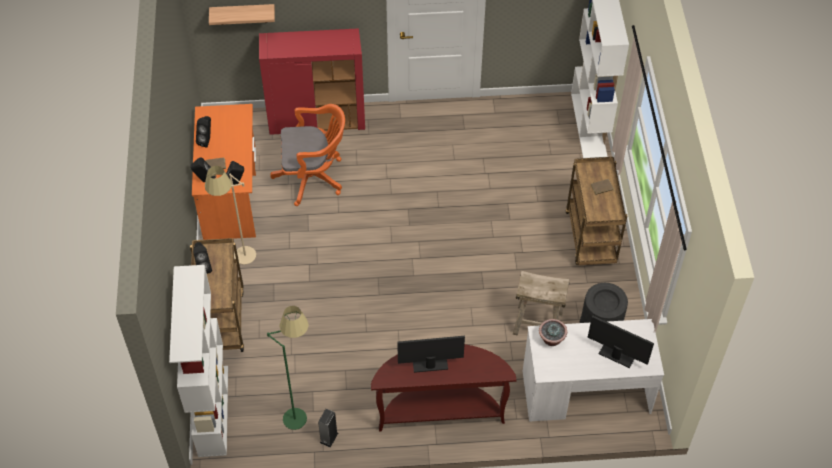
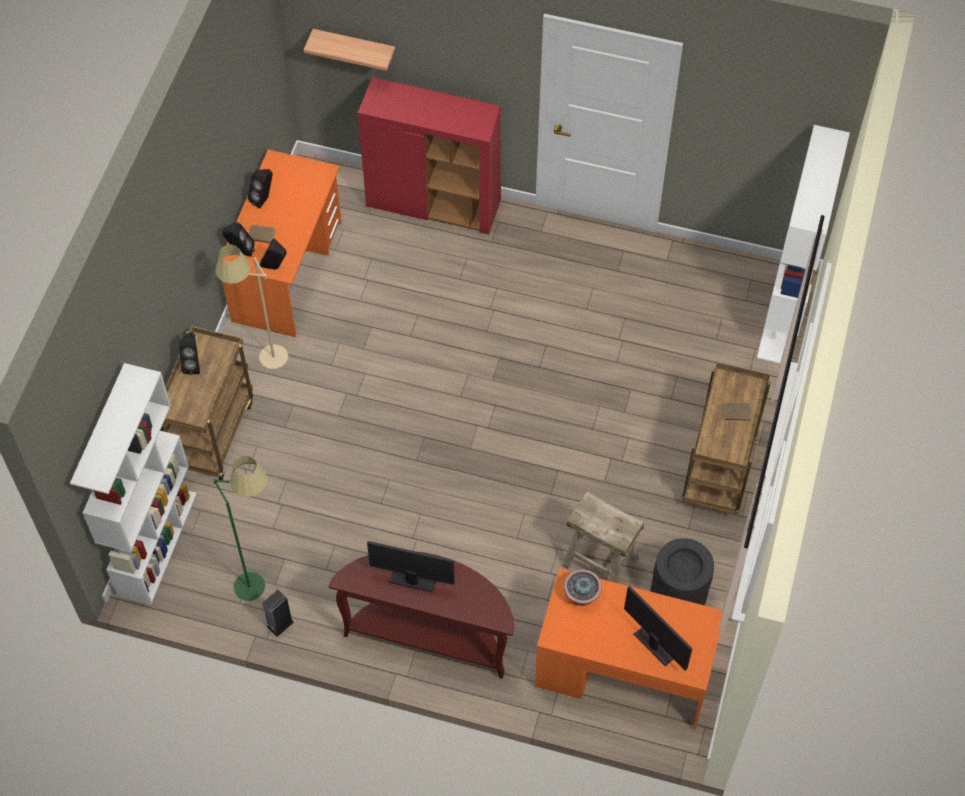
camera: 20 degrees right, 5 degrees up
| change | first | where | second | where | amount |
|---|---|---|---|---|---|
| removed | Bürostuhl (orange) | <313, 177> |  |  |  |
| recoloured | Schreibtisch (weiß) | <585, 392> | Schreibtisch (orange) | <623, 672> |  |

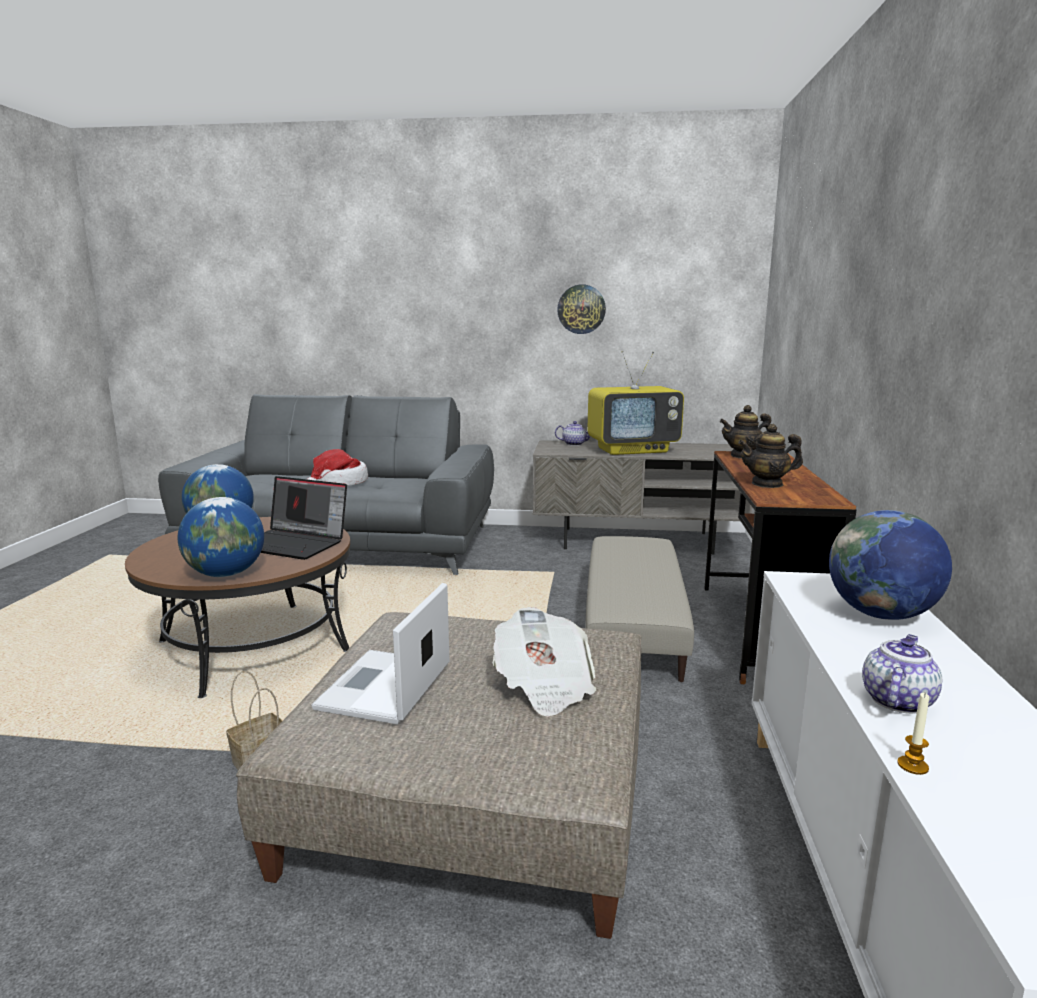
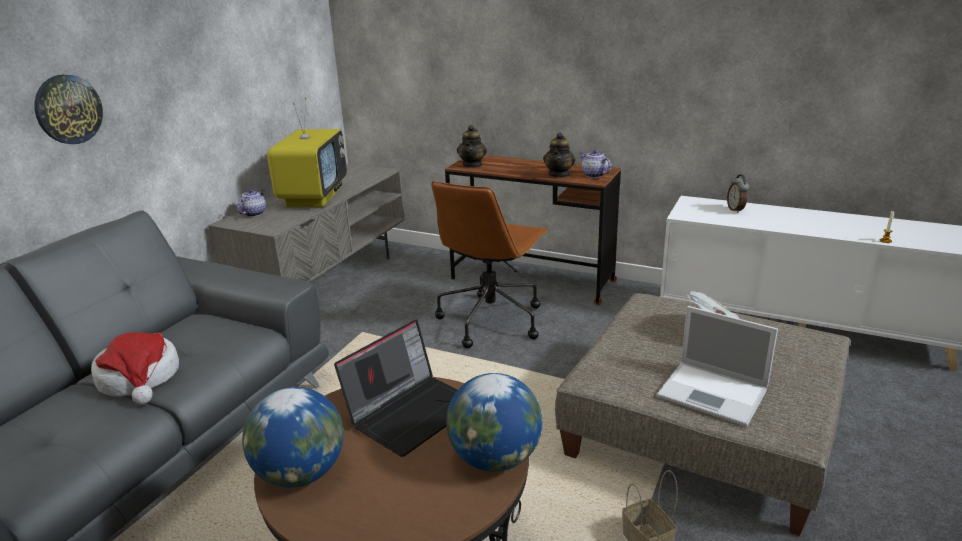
camera: 70 degrees left, 10 degrees up
| change | first | where | second | where | amount |
|---|---|---|---|---|---|
| moved | Wanduhr | <581, 309> |  | <68, 109> |  |
| replaced | Polsterhocker (beige) | <632, 623> | Bürostuhl (braun) | <491, 320> |  |
| replaced | Globus | <881, 614> | Wecker | <736, 210> |  |
| moved | Teekanne | <896, 700> |  | <593, 175> |  |

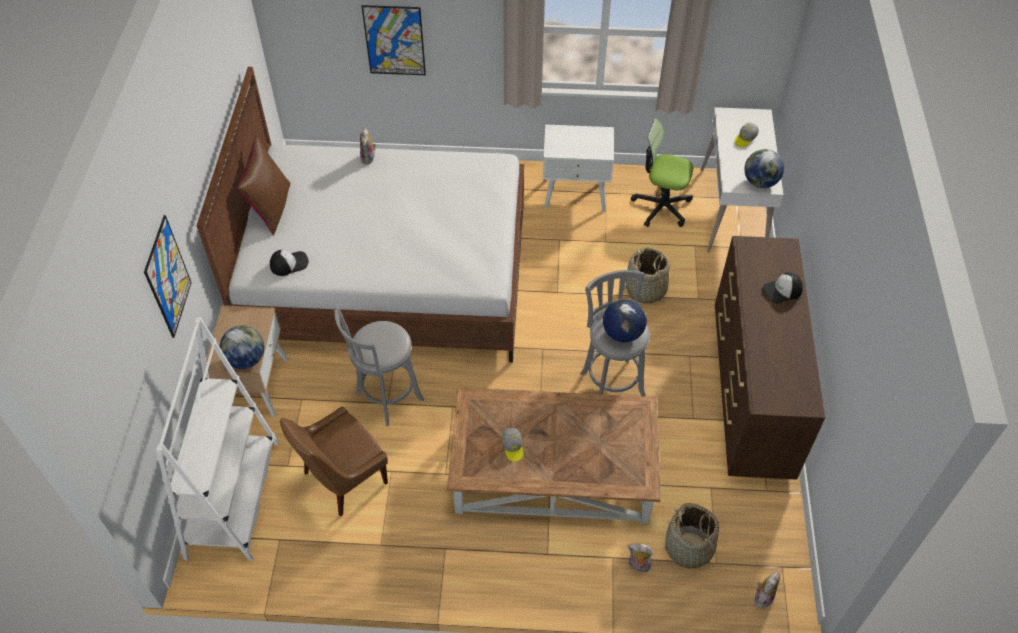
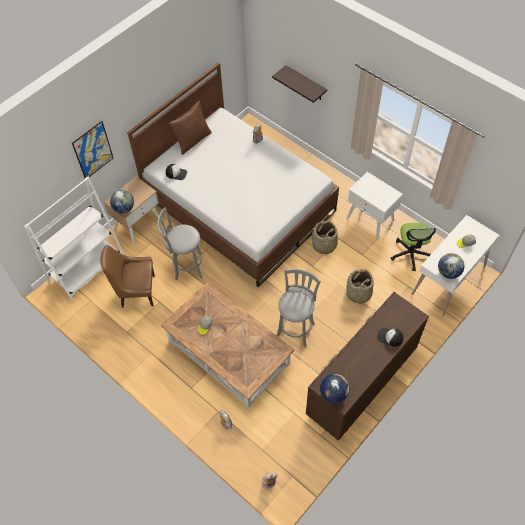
camera: 40 degrees right, 5 degrees up
| change | first | where | second | where | amount |
|---|---|---|---|---|---|
| replaced | Bild | <394, 40> | Wandregal | <306, 83> |  |
| moved | Globus | <622, 333> |  | <333, 393> |  |
| turned | Bürostuhl | <661, 206> |  | <410, 254> | 150 degrees counterclockwise |
| moved | Korb | <689, 548> |  | <324, 245> |  |

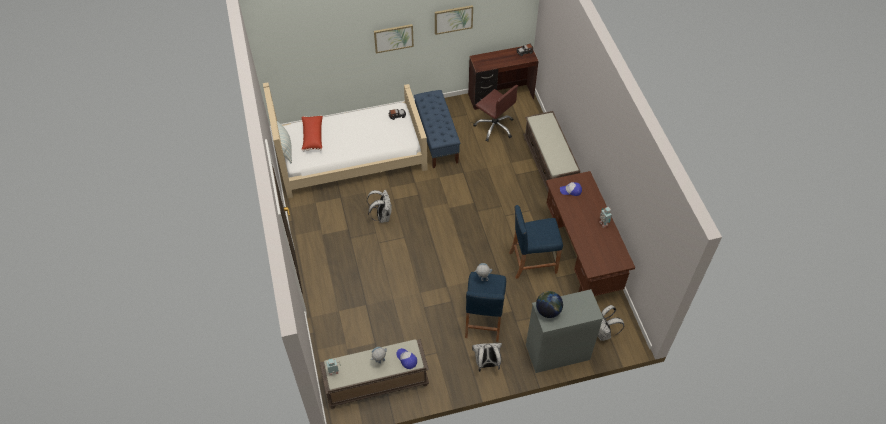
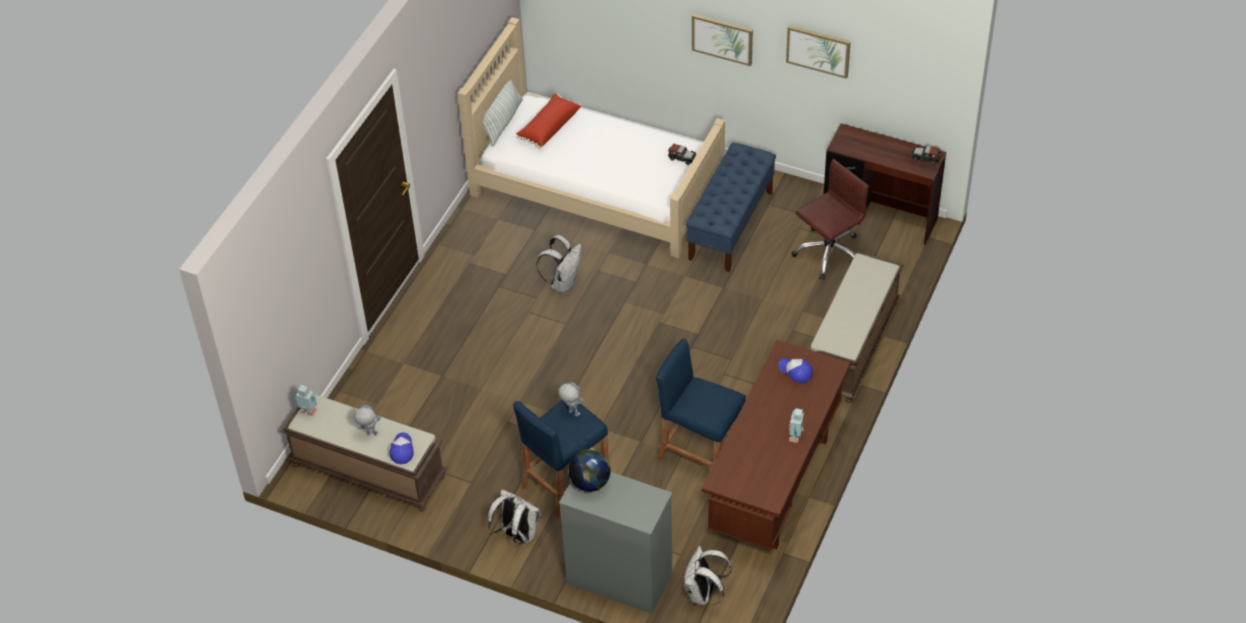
camera: 40 degrees right, 5 degrees down
| change | first | where | second | where | amount |
|---|---|---|---|---|---|
| turned | Bürostuhl (braun) | <494, 127> |  | <828, 253> | 120 degrees counterclockwise |

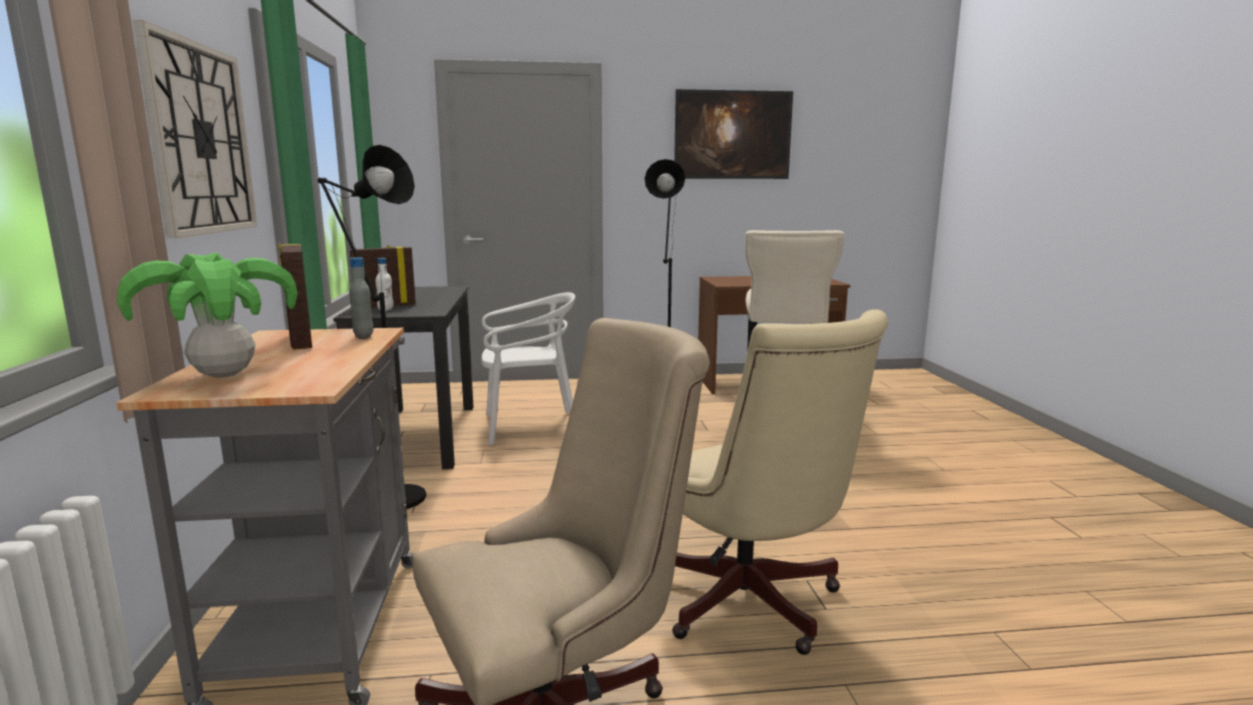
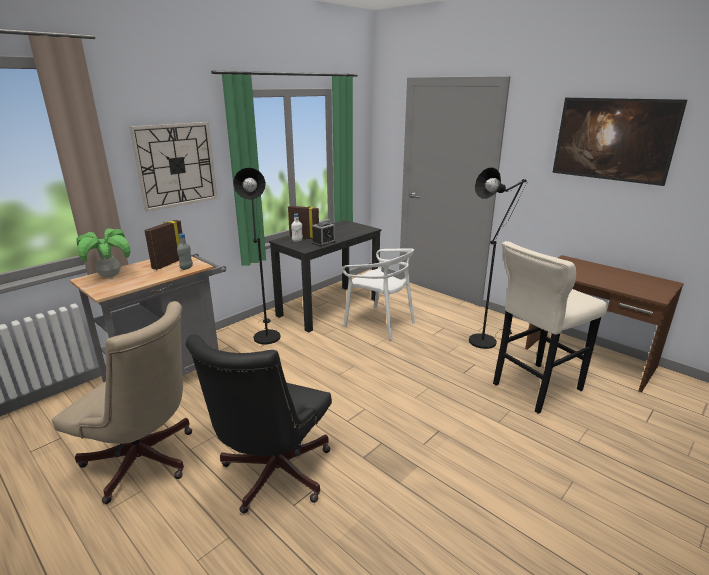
camera: 50 degrees right, 10 degrees up
| change | first | where | second | where | amount |
|---|---|---|---|---|---|
| recoloured | Bürostuhl (beige) | <750, 606> | Bürostuhl (schwarz) | <272, 476> |  |
| added |  |  | Wecker | <323, 242> |  |

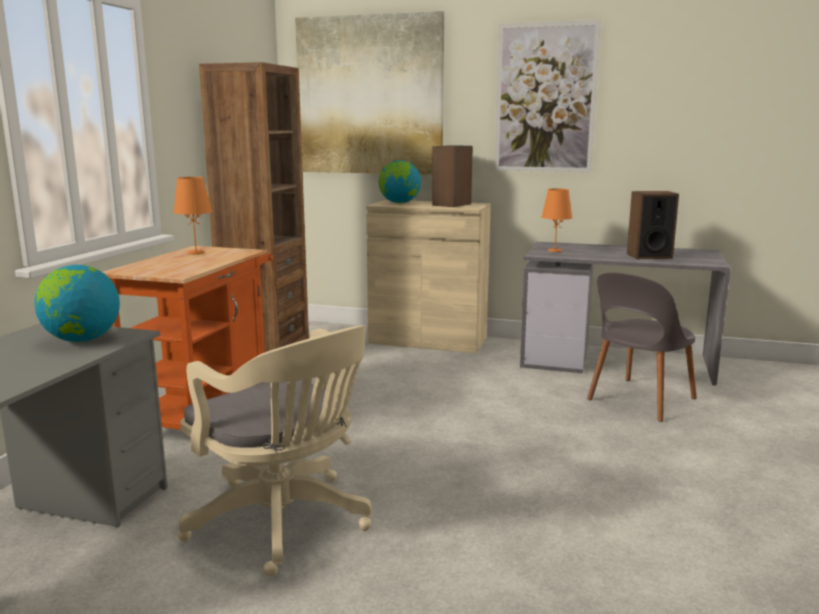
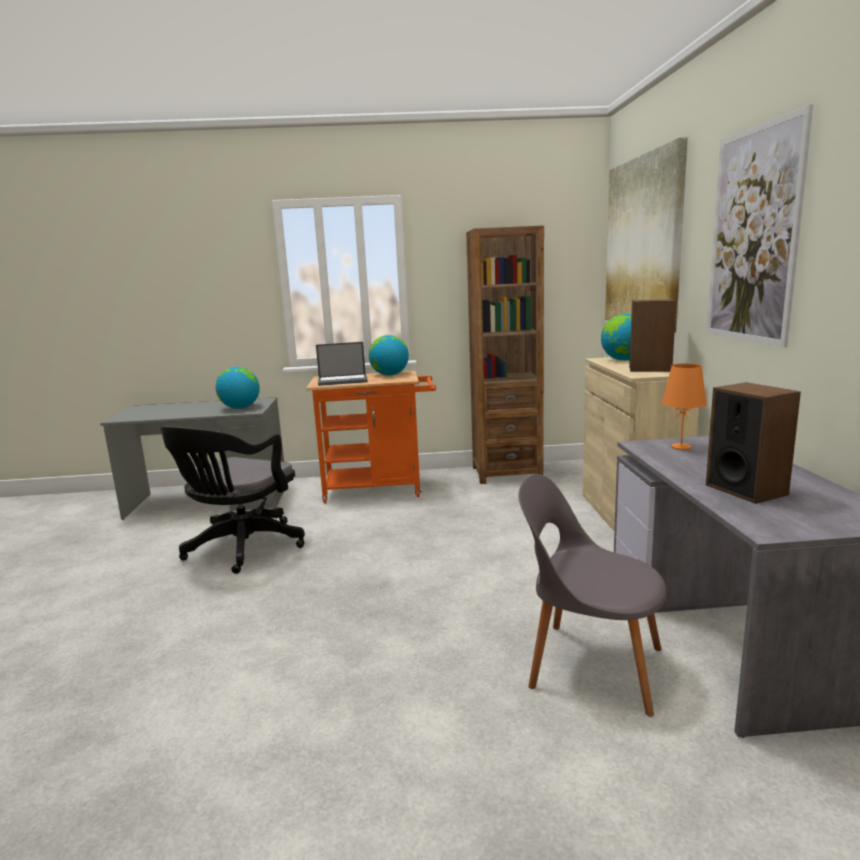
camera: 70 degrees right, 0 degrees up
| change | first | where | second | where | amount |
|---|---|---|---|---|---|
| replaced | Tischlampe (orange) | <196, 252> | Globus | <389, 375> |  |
| recoloured | Bürostuhl (beige) | <285, 523> | Bürostuhl (schwarz) | <241, 548> |  |
| added |  |  | Laptop | <343, 380> |  |

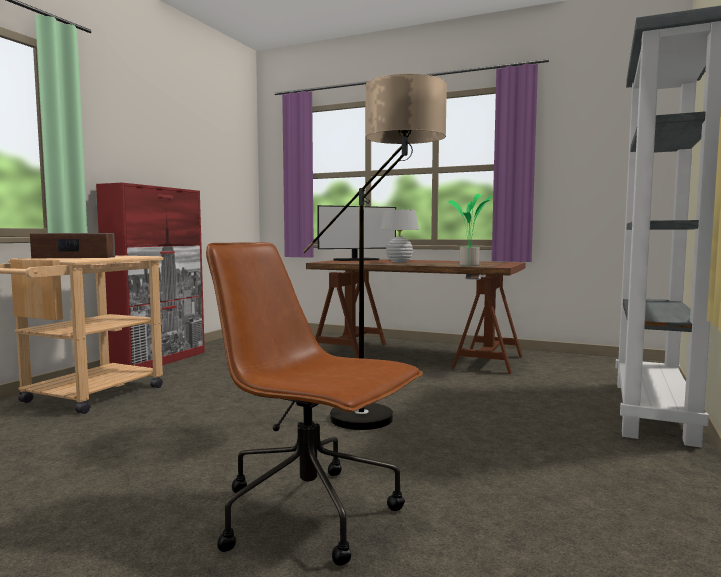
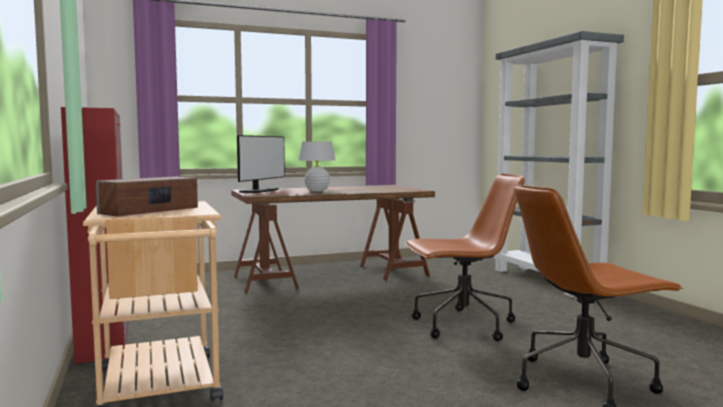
camera: 45 degrees left, 0 degrees up
| change | first | where | second | where | amount |
|---|---|---|---|---|---|
| replaced | Stehlampe | <383, 423> | Bürostuhl (braun) | <462, 325> |  |
| removed | Topfpflanze | <470, 265> |  |  |  |

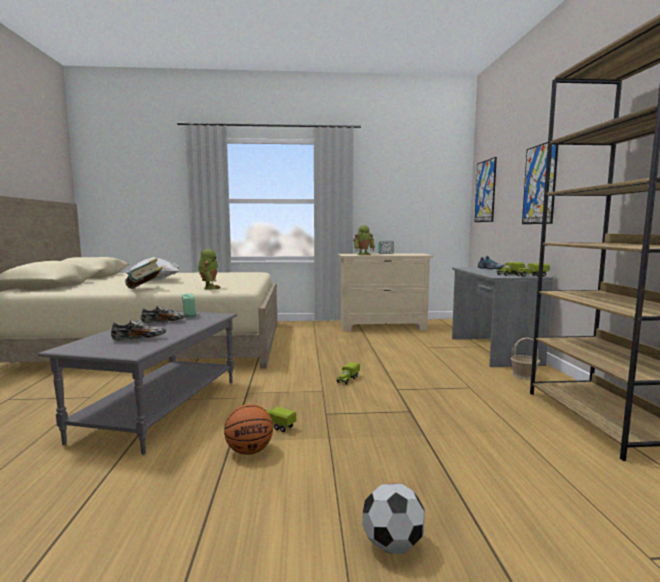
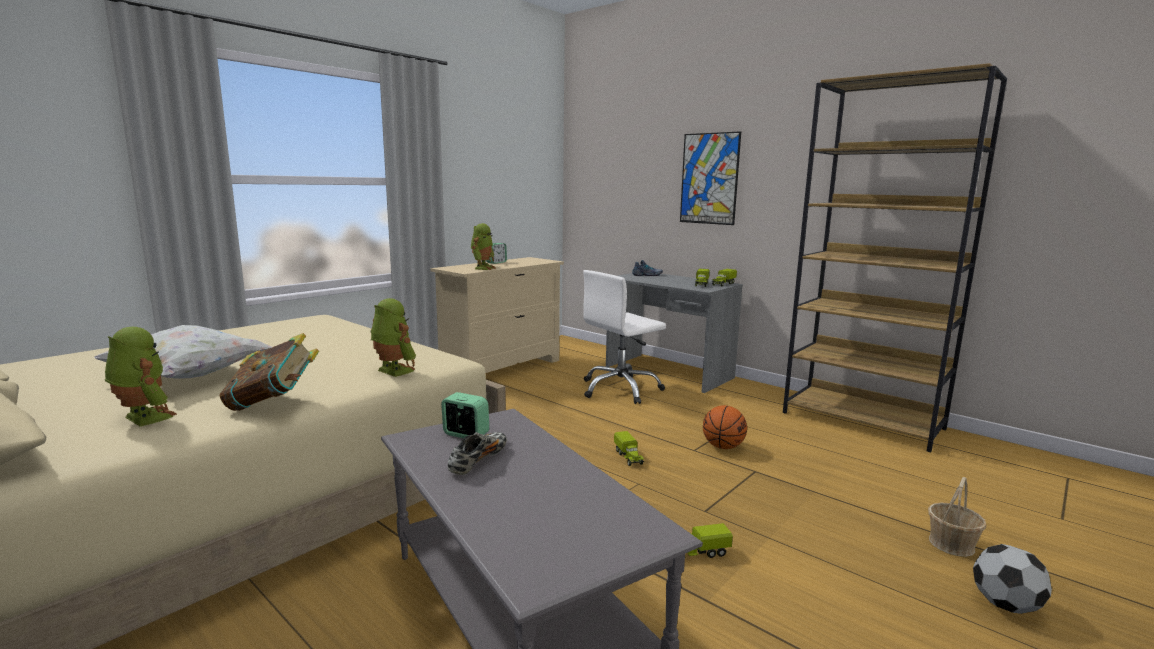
camera: 45 degrees left, 5 degrees up
| change | first | where | second | where | amount |
|---|---|---|---|---|---|
| removed | Schuh | <139, 339> |  |  |  |
| moved | Basketball | <249, 451> |  | <722, 447> |  |
| removed | Bild | <485, 191> |  |  |  |
| moved | Korb | <524, 376> |  | <952, 544> |  |
| added |  |  | Spielzeugroboter | <143, 418> |  |
| added |  |  | Bürostuhl (weiß) | <620, 389> |  |

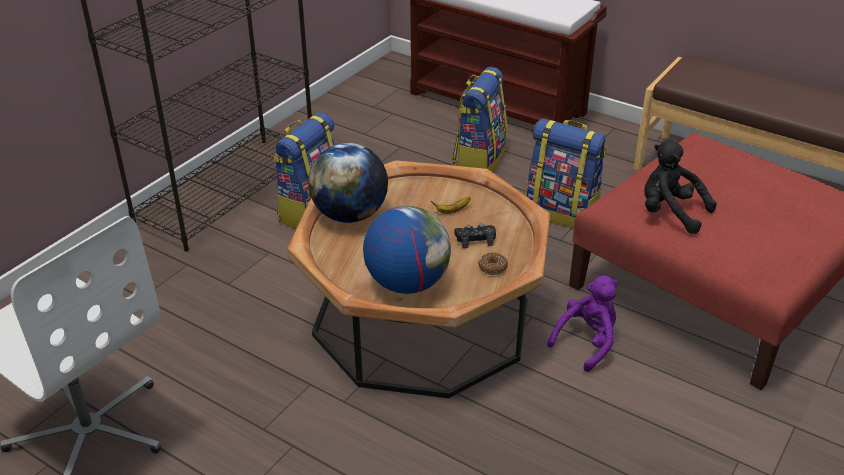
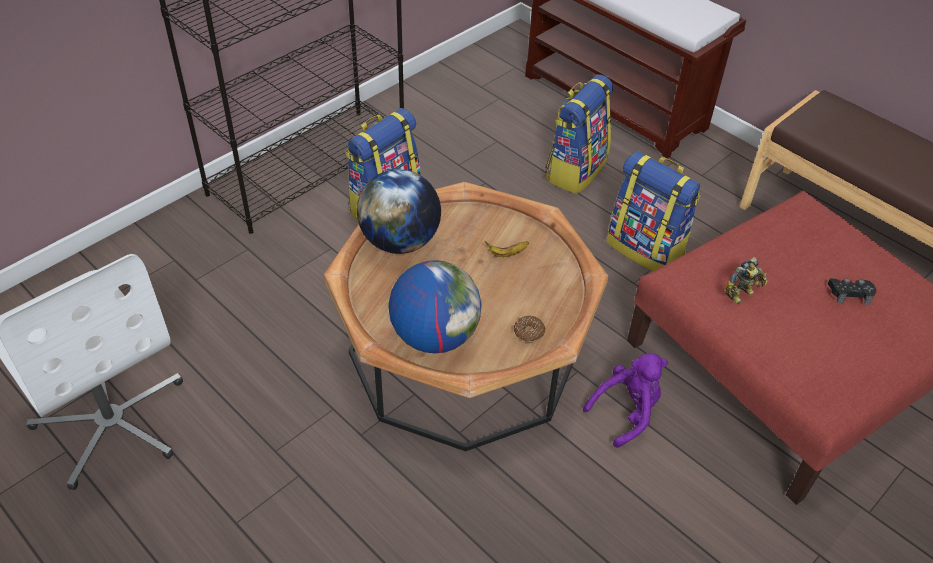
camera: 10 degrees right, 10 degrees up
| change | first | where | second | where | amount |
|---|---|---|---|---|---|
| moved | Gamepad (schwarz) | <475, 239> |  | <850, 293> |  |
| replaced | Plüschtier (schwarz) | <670, 213> | Spielzeugroboter | <741, 295> |  |

